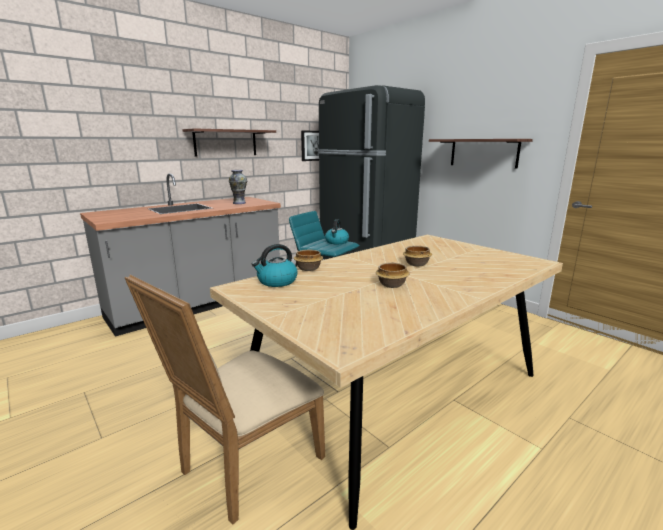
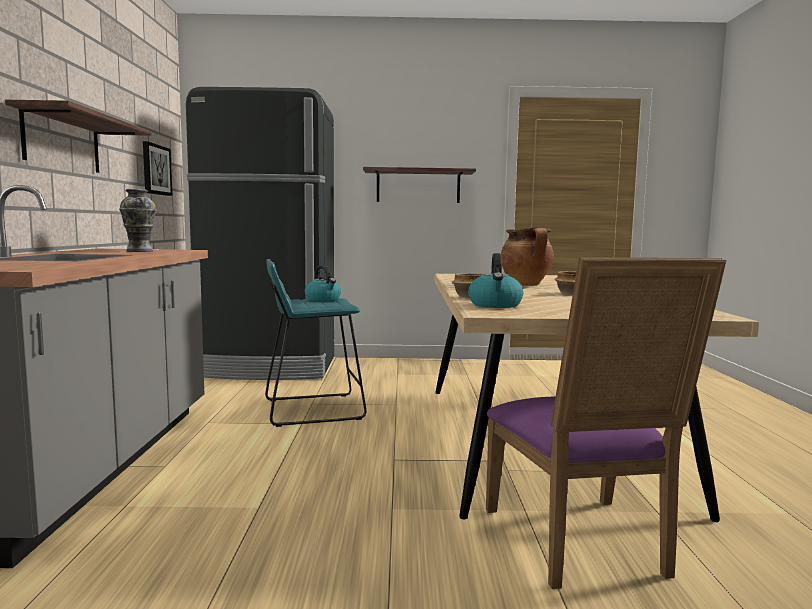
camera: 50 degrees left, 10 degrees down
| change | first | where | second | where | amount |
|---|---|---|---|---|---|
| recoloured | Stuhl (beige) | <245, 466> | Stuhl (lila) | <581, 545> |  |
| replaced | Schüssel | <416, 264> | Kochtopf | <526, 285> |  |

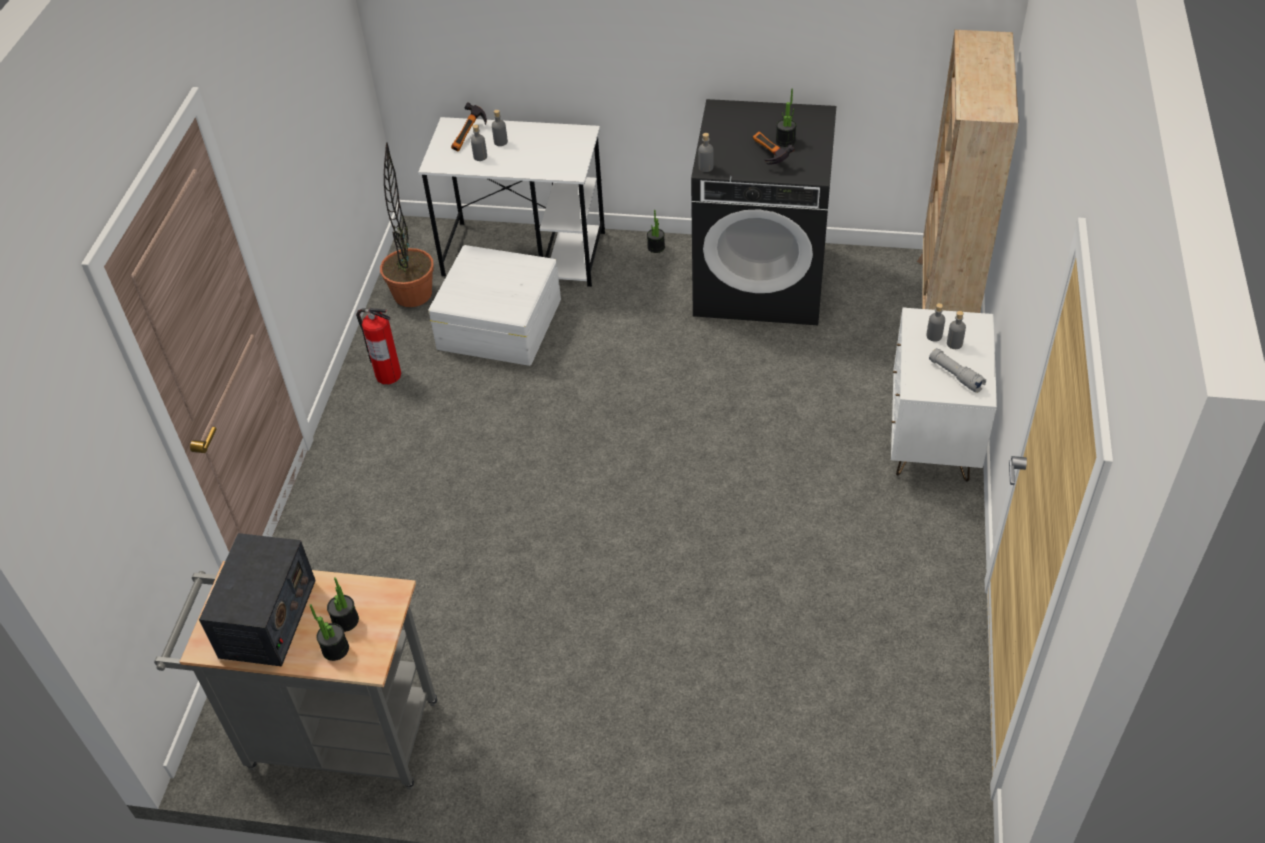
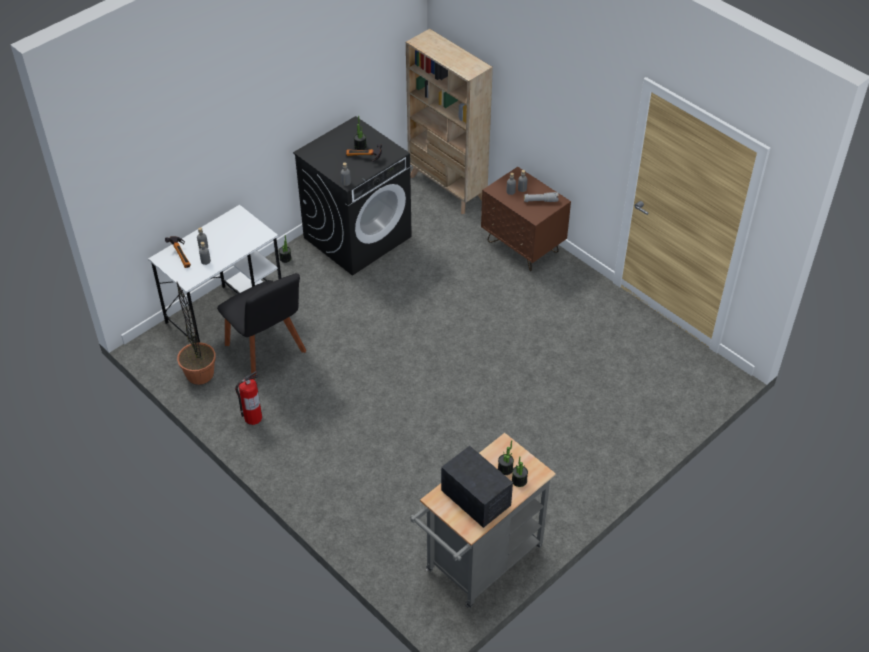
camera: 55 degrees left, 0 degrees up
| change | first | where | second | where | amount |
|---|---|---|---|---|---|
| replaced | Aufbewahrungsbox (weiß) | <498, 323> | Stuhl (schwarz) | <267, 351> |  |
| recoloured | Nachttisch (weiß) | <932, 440> | Nachttisch (braun) | <523, 247> |  |

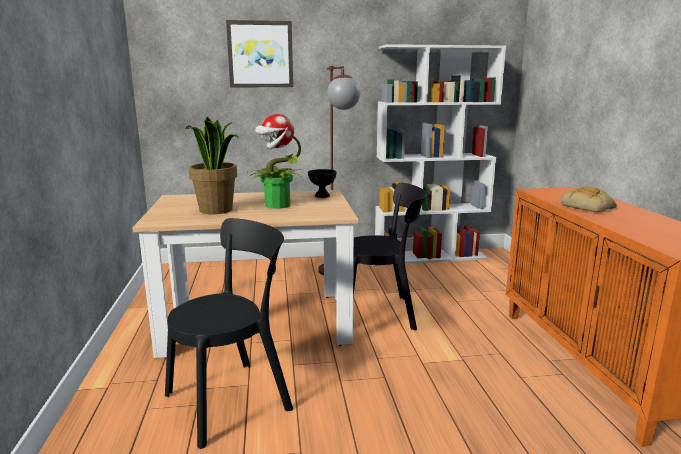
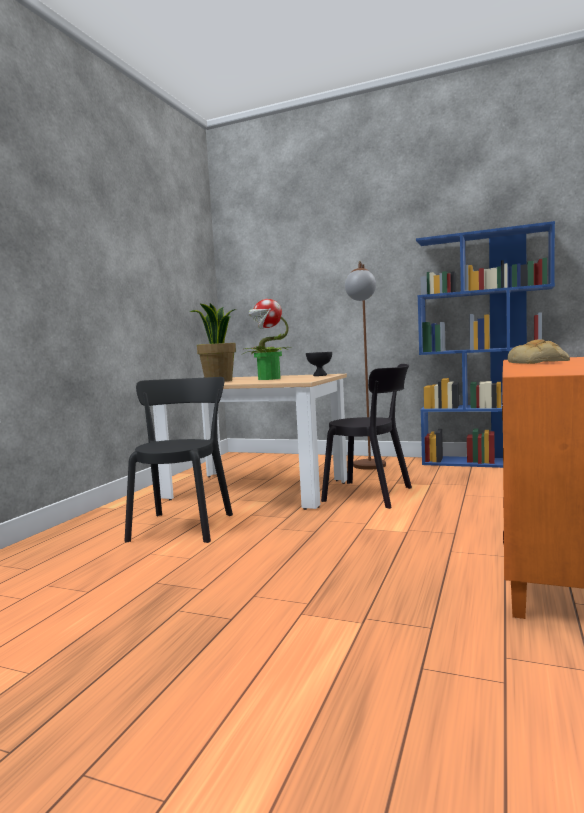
camera: 30 degrees right, 10 degrees down
| change | first | where | second | where | amount |
|---|---|---|---|---|---|
| turned | Stuhl (schwarz) | <233, 399> |  | <183, 525> | 75 degrees counterclockwise |
| removed | Bild | <260, 54> |  |  |  |
| recoloured | Bücherregal (weiß) | <430, 256> | Bücherregal (blau) | <486, 463> |  |

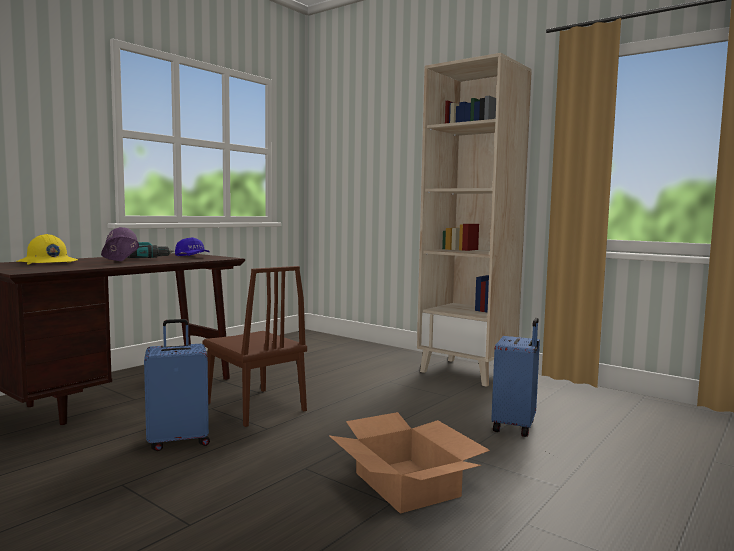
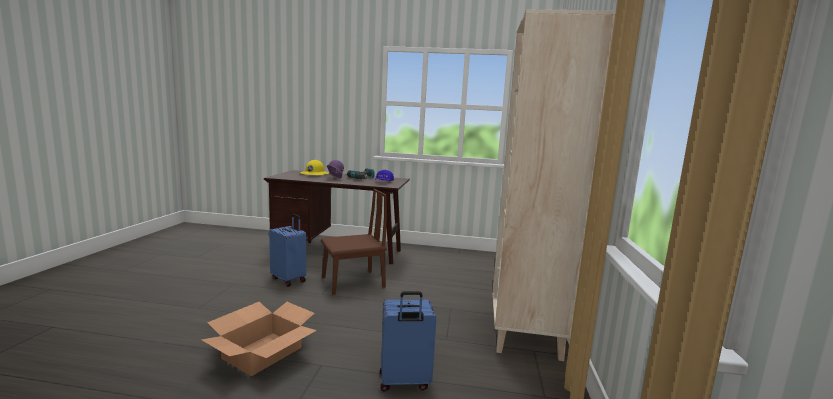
camera: 60 degrees right, 5 degrees up
| change | first | where | second | where | amount |
|---|---|---|---|---|---|
| turned | Stuhl (braun) | <255, 406> |  | <353, 282> | 135 degrees counterclockwise |

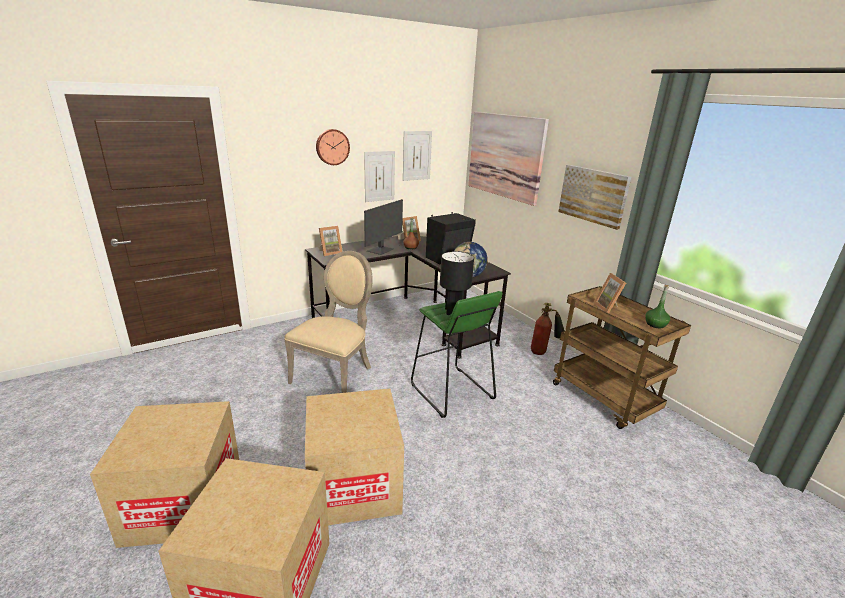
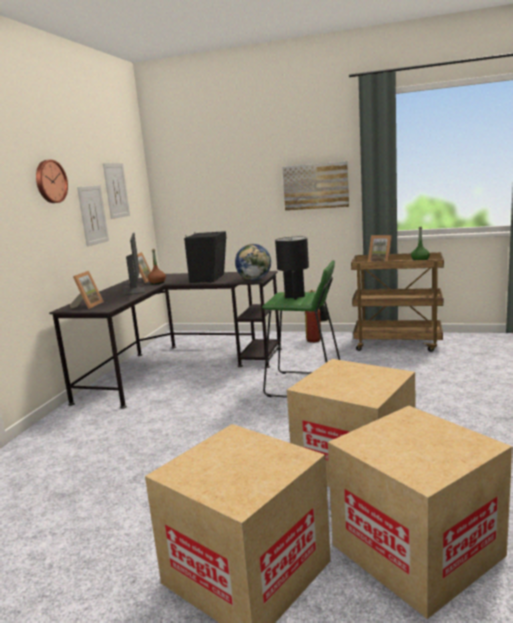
camera: 40 degrees left, 10 degrees down
| change | first | where | second | where | amount |
|---|---|---|---|---|---|
| removed | Stuhl (beige) | <335, 374> |  |  |  |
| removed | Bild | <505, 156> |  |  |  |

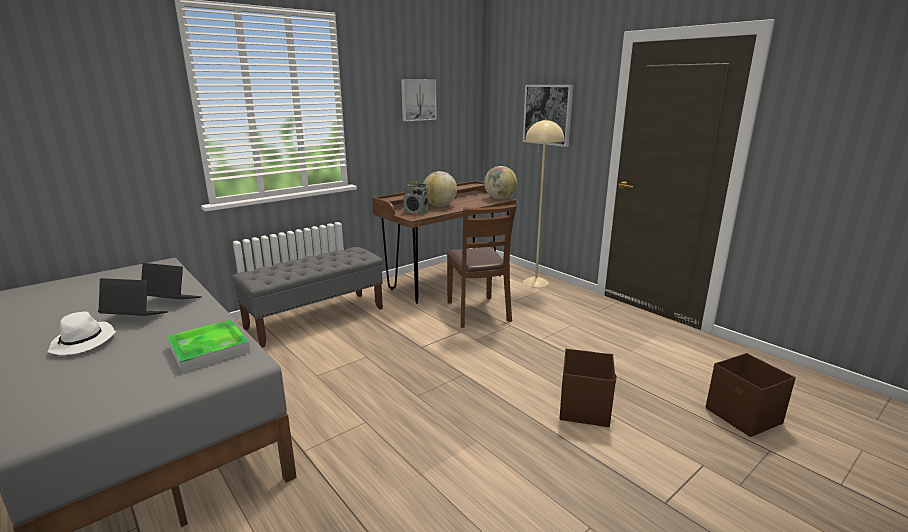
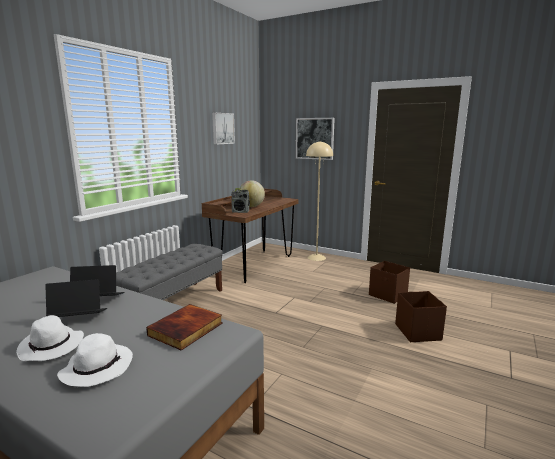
camera: 20 degrees left, 5 degrees down
| change | first | where | second | where | amount |
|---|---|---|---|---|---|
| replaced | Tablett | <209, 349> | Buch | <186, 330> |  |
| removed | Stuhl (braun) | <477, 312> |  |  |  |
| removed | Globus | <499, 198> |  |  |  |
| moved | Aufbewahrungsbox (braun) | <743, 416> |  | <388, 295> |  |
| added |  |  | Hut (weiß) | <97, 367> |  |

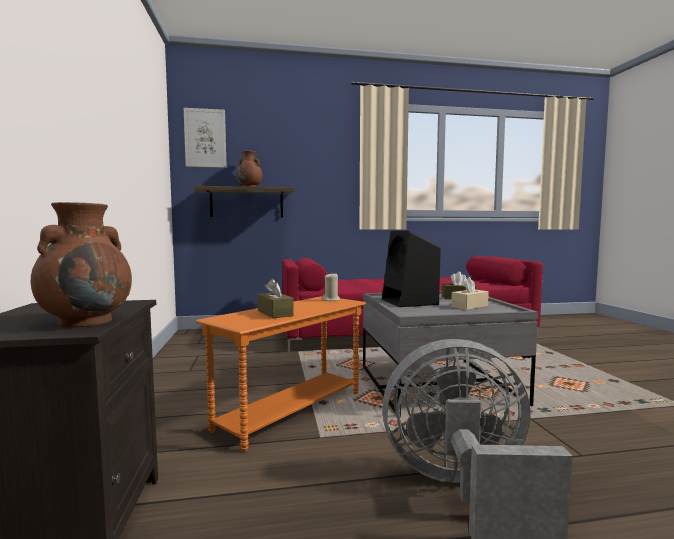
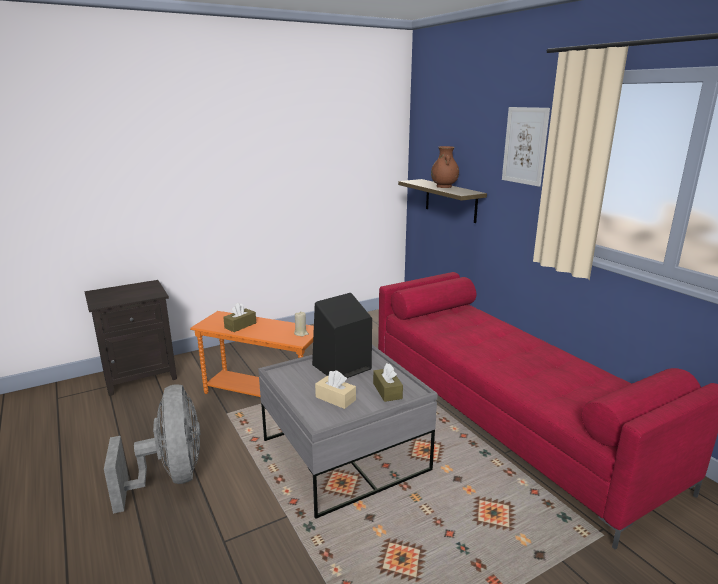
camera: 70 degrees right, 15 degrees up
| change | first | where | second | where | amount |
|---|---|---|---|---|---|
| removed | Vase (braun) | <87, 321> |  |  |  |
| moved | Bild | <205, 138> |  | <525, 146> |  |

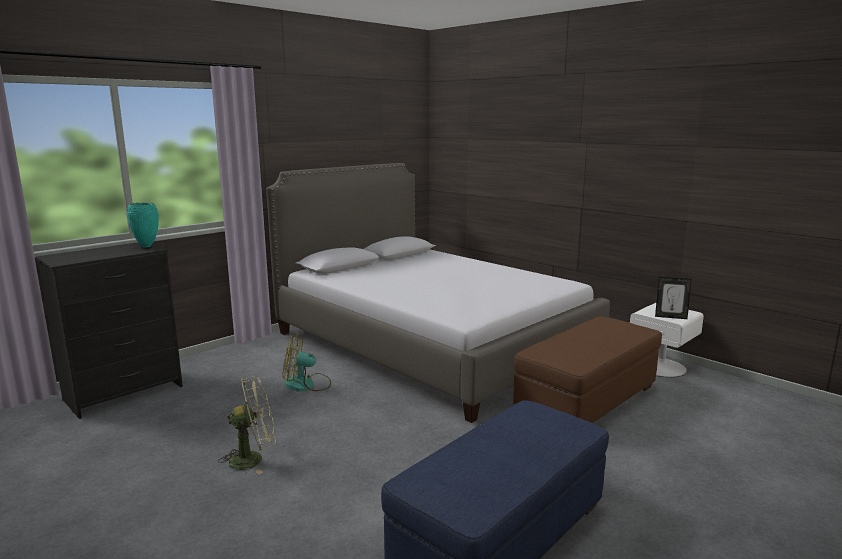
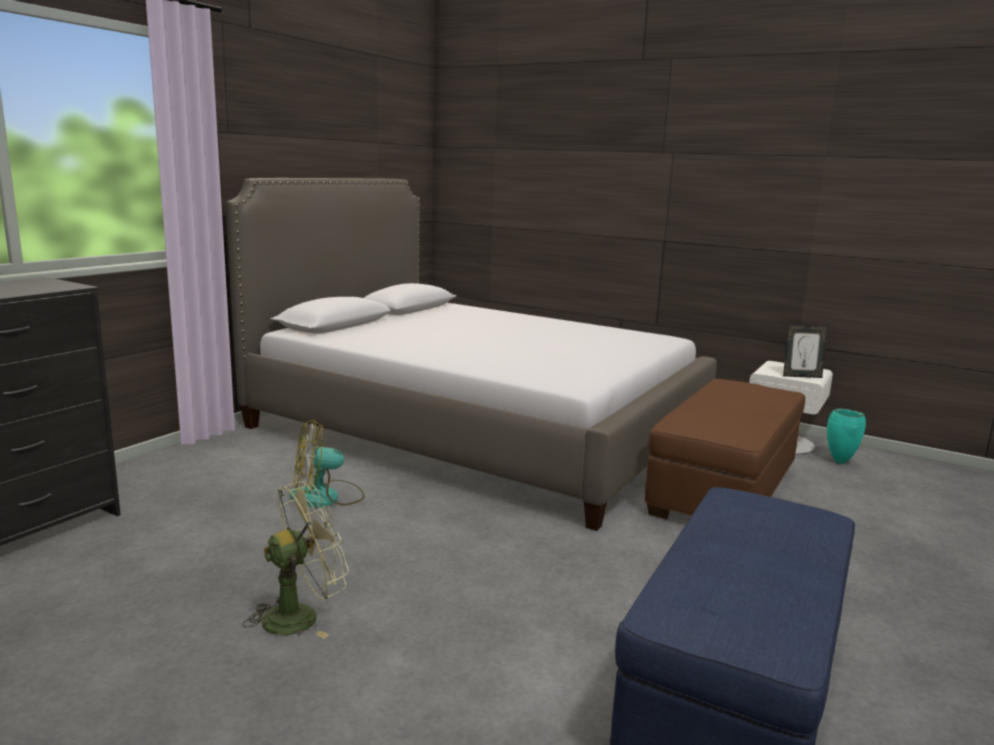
camera: 15 degrees left, 0 degrees up
| change | first | where | second | where | amount |
|---|---|---|---|---|---|
| moved | Vase (türkis) | <147, 246> |  | <839, 462> |  |

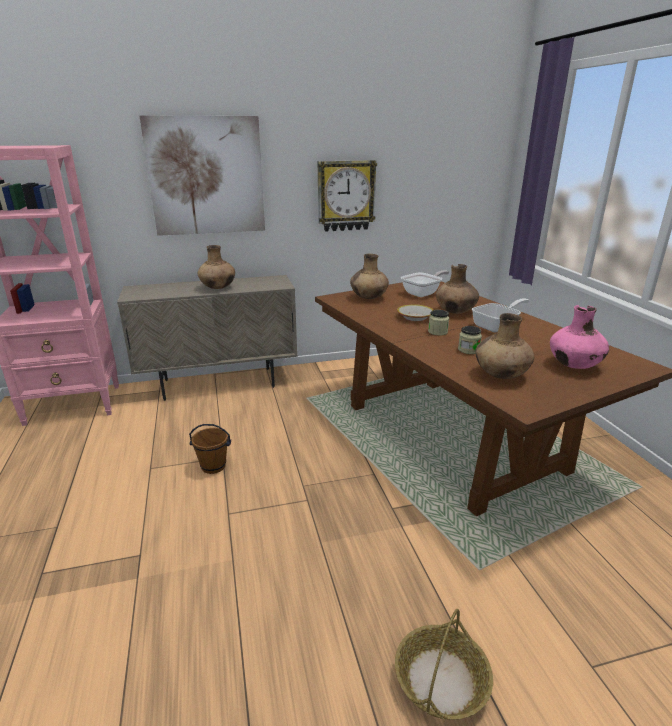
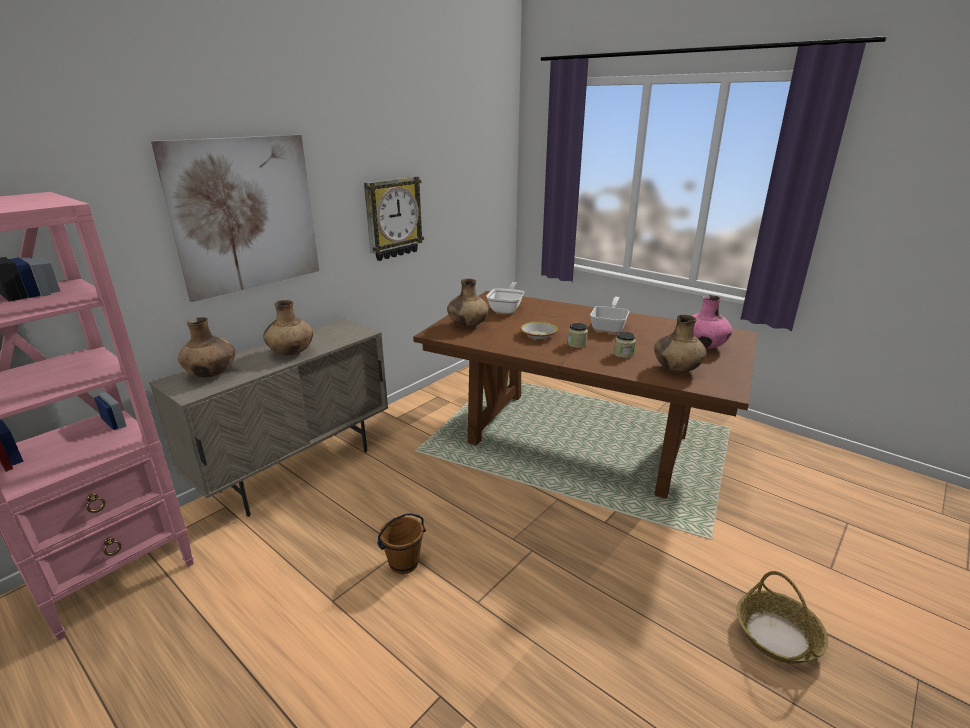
camera: 35 degrees left, 0 degrees up
| change | first | where | second | where | amount |
|---|---|---|---|---|---|
| moved | Vase (braun) | <455, 312> |  | <212, 374> |  |

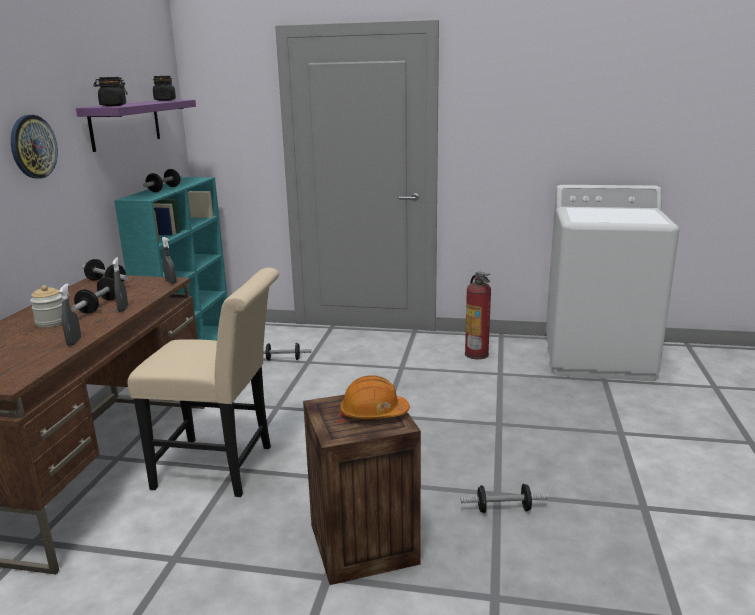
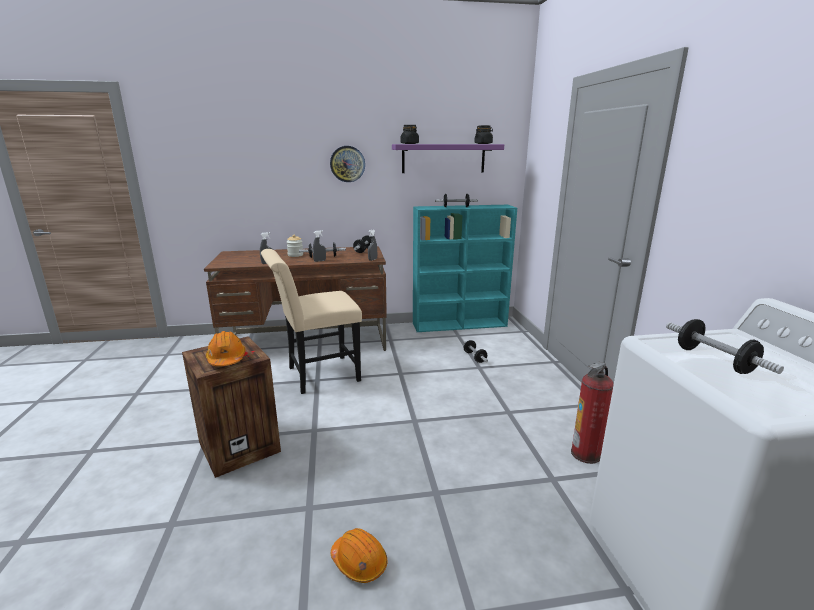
camera: 70 degrees right, 0 degrees up
| change | first | where | second | where | amount |
|---|---|---|---|---|---|
| turned | Stuhl (beige) | <222, 467> |  | <318, 375> | 75 degrees clockwise |
| moved | Hantel | <503, 509> |  | <714, 360> |  |
| added |  |  | Schutzhelm (orange) | <359, 562> |  |

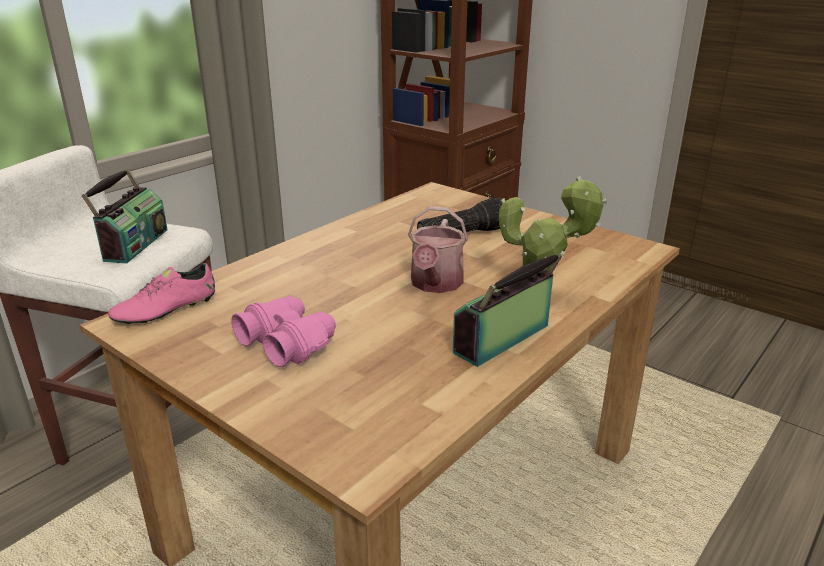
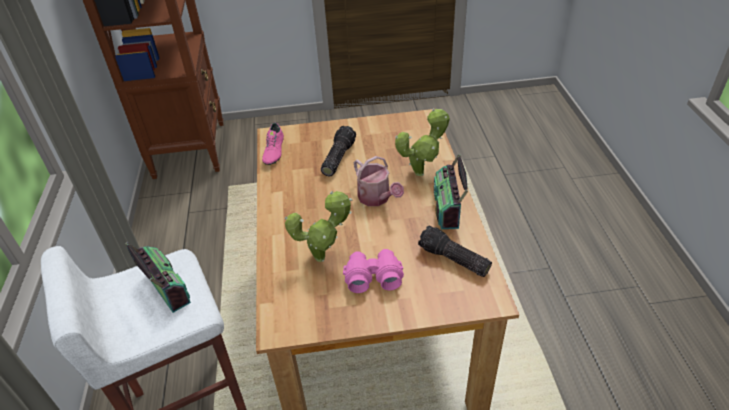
camera: 45 degrees left, 15 degrees up
| change | first | where | second | where | amount |
|---|---|---|---|---|---|
| moved | Schuh (rosa) | <166, 310> |  | <274, 152> |  |
| added |  |  | Topfpflanze | <324, 256> |  |
| added |  |  | Taschenlampe | <452, 260> |  |

